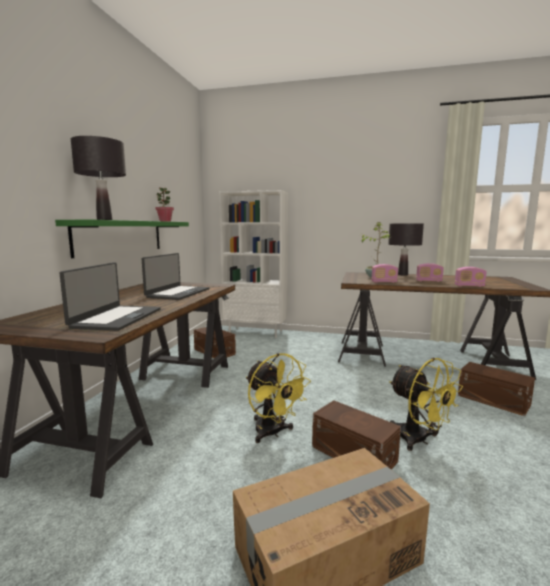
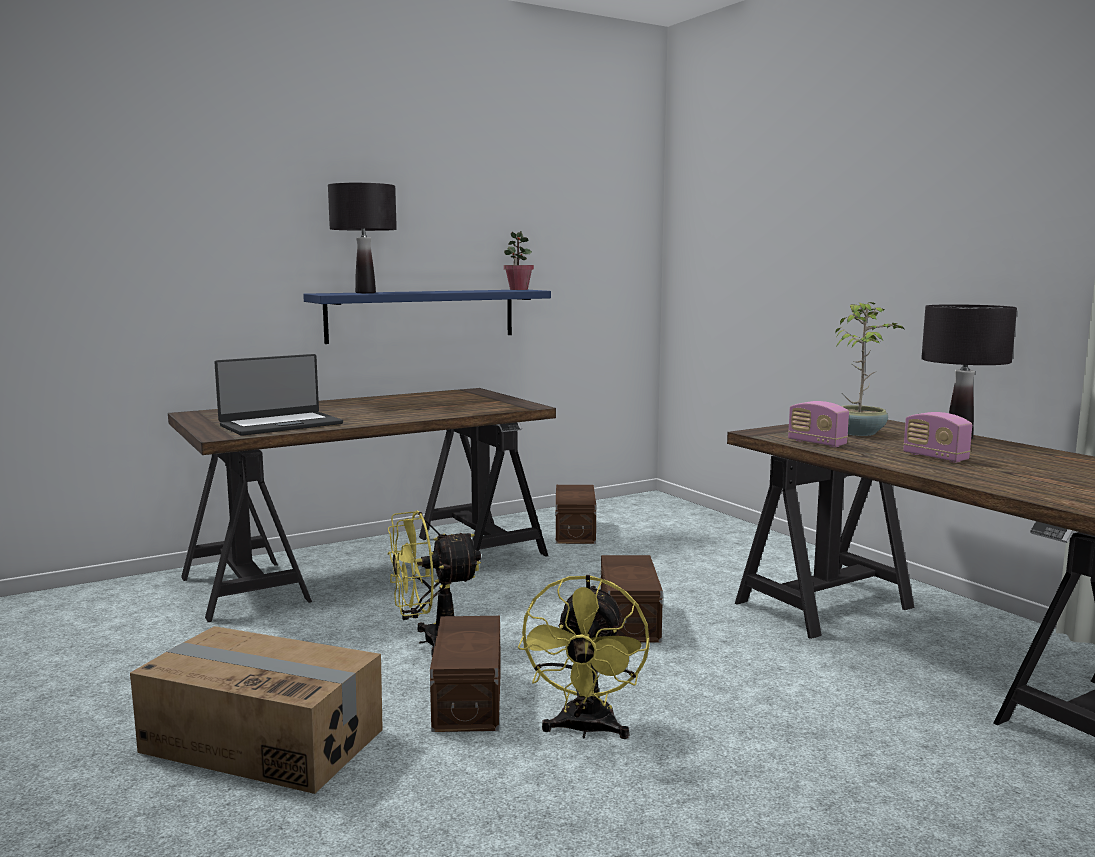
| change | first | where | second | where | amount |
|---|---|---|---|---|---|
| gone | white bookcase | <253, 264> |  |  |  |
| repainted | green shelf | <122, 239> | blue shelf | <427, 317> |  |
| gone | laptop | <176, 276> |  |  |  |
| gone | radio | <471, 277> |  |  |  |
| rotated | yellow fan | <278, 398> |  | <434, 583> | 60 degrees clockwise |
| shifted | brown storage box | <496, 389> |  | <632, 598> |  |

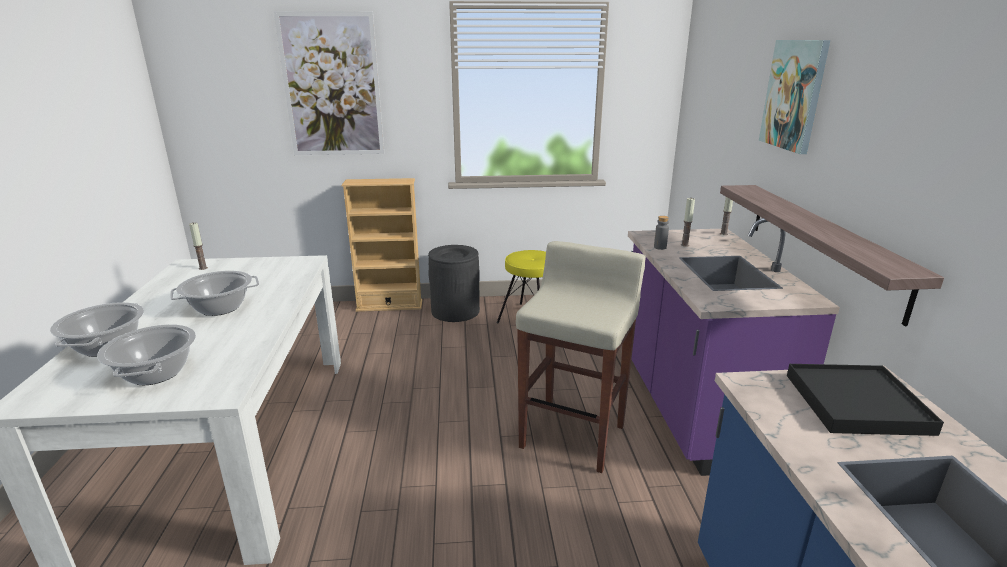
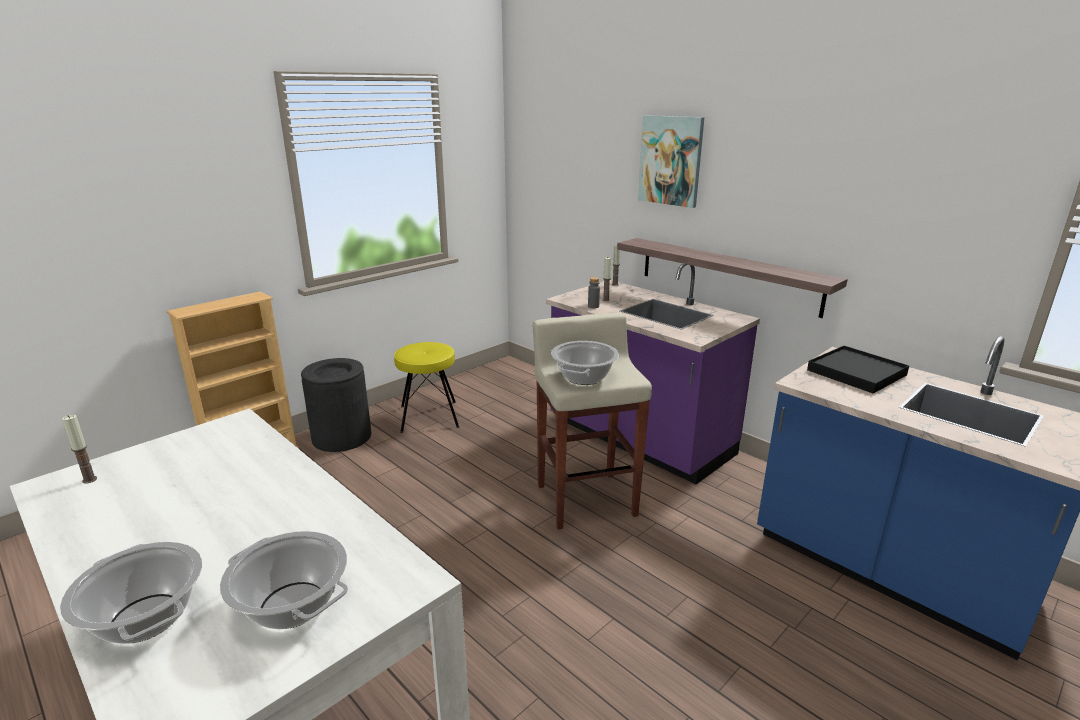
| change | first | where | second | where | amount |
|---|---|---|---|---|---|
| gone | picture | <329, 83> |  |  |  |
| shifted | cooking pot | <214, 293> |  | <585, 363> |  |

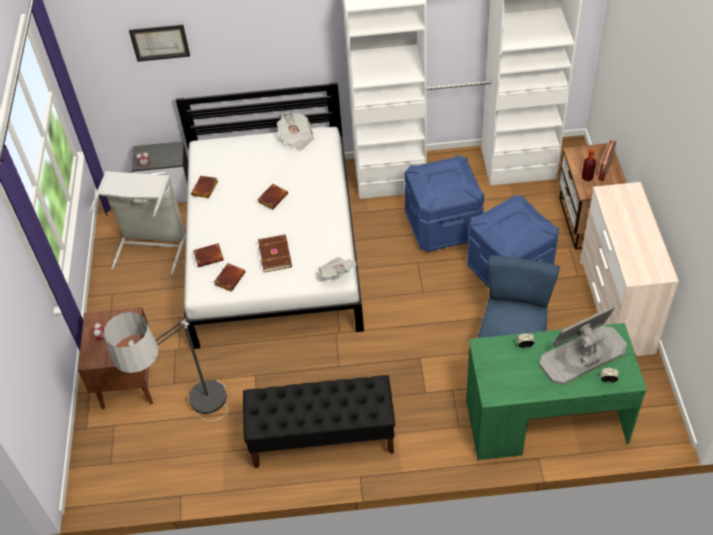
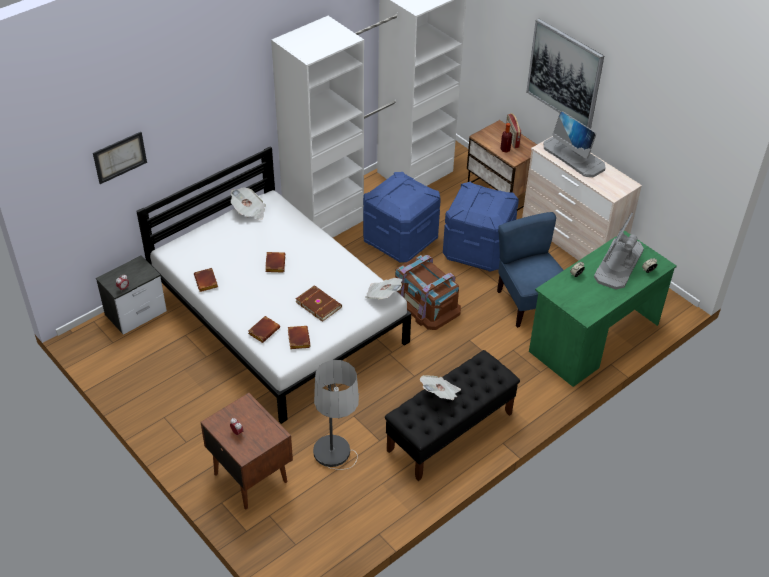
| change | first | where | second | where | amount |
|---|---|---|---|---|---|
| gone | grey laundry basket | <137, 222> |  |  |  |
| new |  |  | picture | <565, 73> |  |
| new |  |  | monitor | <574, 144> |  |
| new |  |  | brown storage box | <428, 292> |  |
| new |  |  | newspaper | <440, 387> |  |

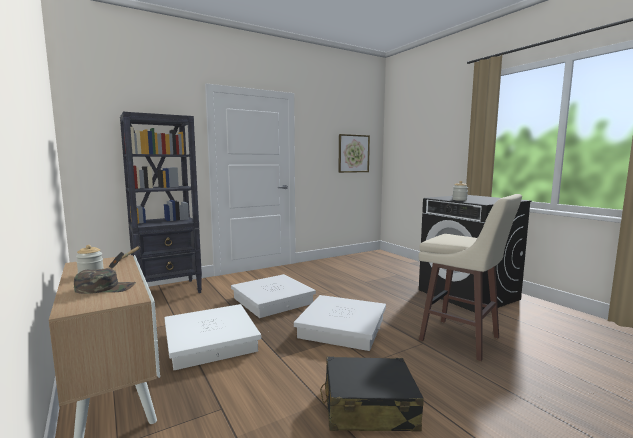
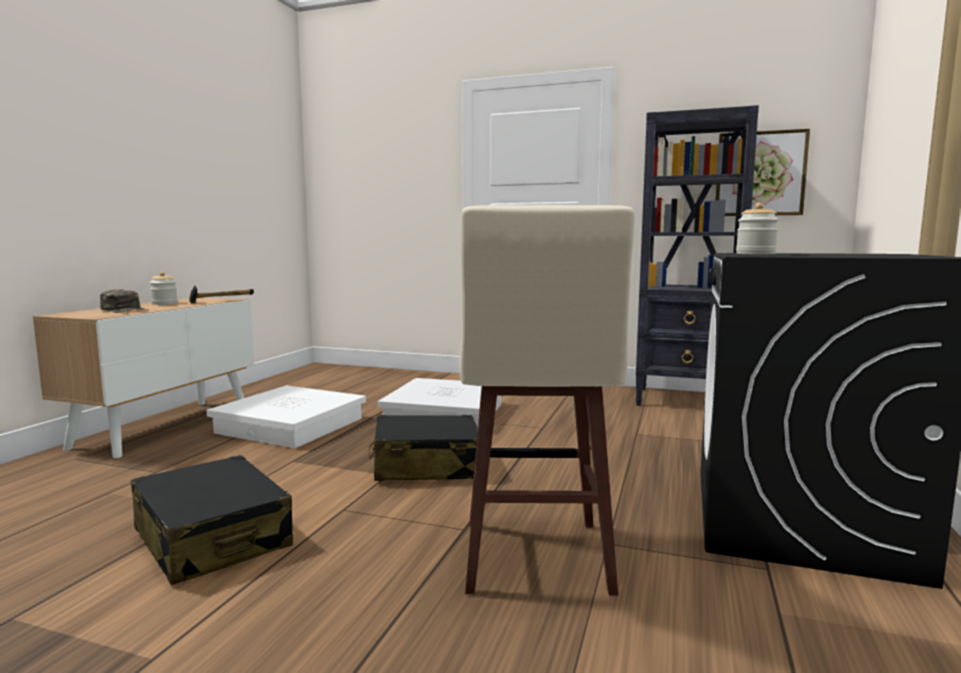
| change | first | where | second | where | amount |
|---|---|---|---|---|---|
| shifted | black bookcase | <161, 202> |  | <697, 255> |  |
| swapped | white storage box | <340, 323> | black suitcase | <423, 448> |  |

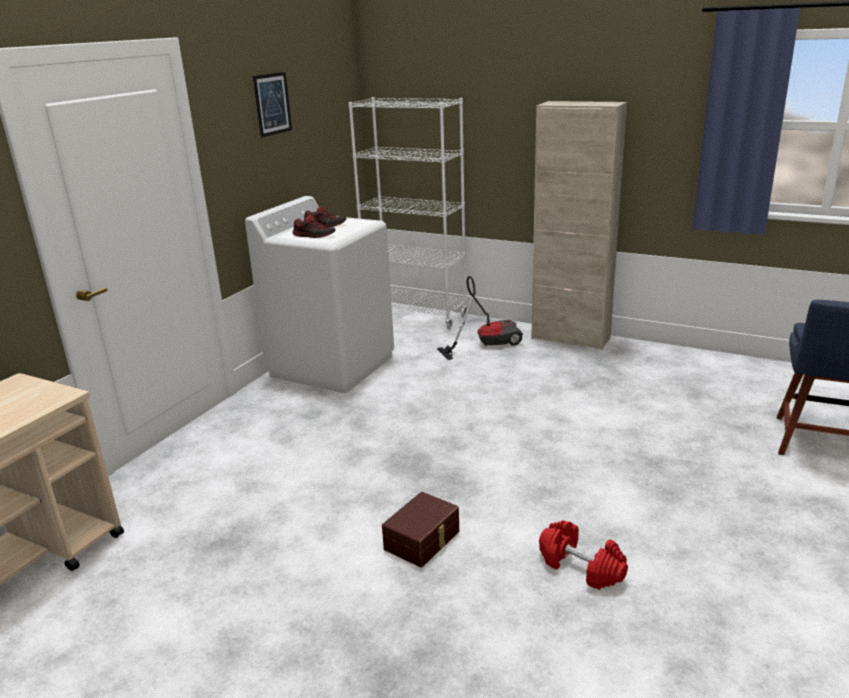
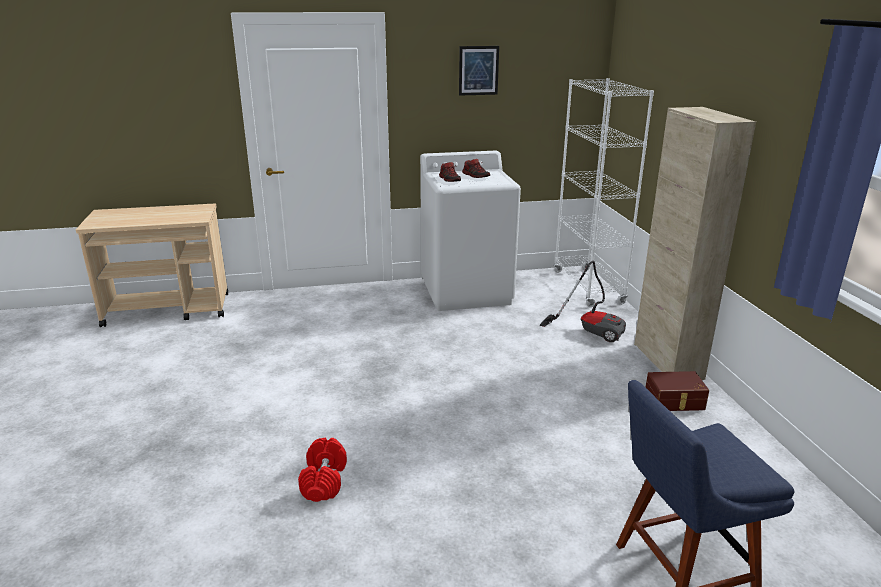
| change | first | where | second | where | amount |
|---|---|---|---|---|---|
| shifted | brown storage box | <420, 529> |  | <677, 391> |  |

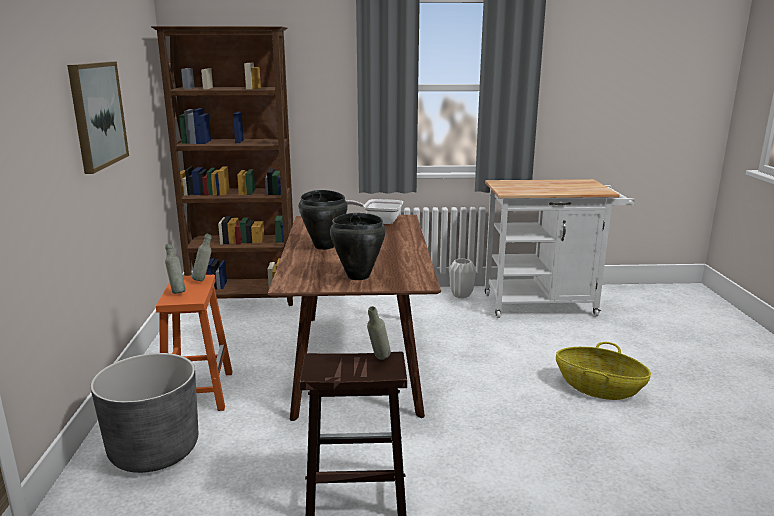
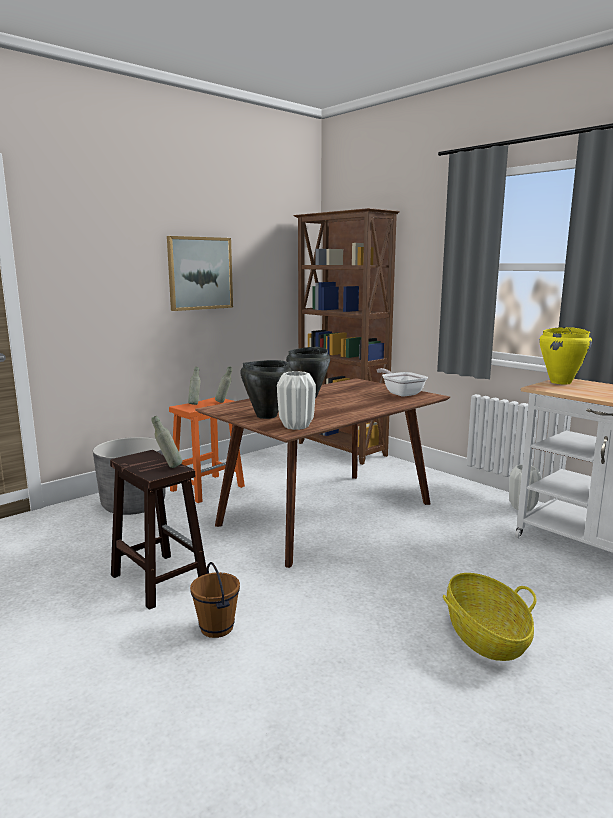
| change | first | where | second | where | amount |
|---|---|---|---|---|---|
| new |  |  | yellow cooking pot | <565, 355> |  |
| new |  |  | white vase | <296, 400> |  |
| new |  |  | brown bucket | <215, 600> |  |

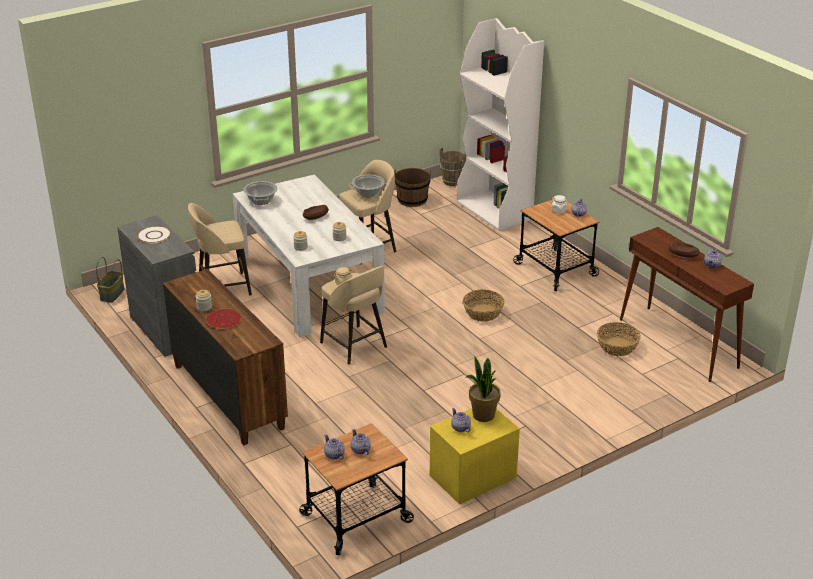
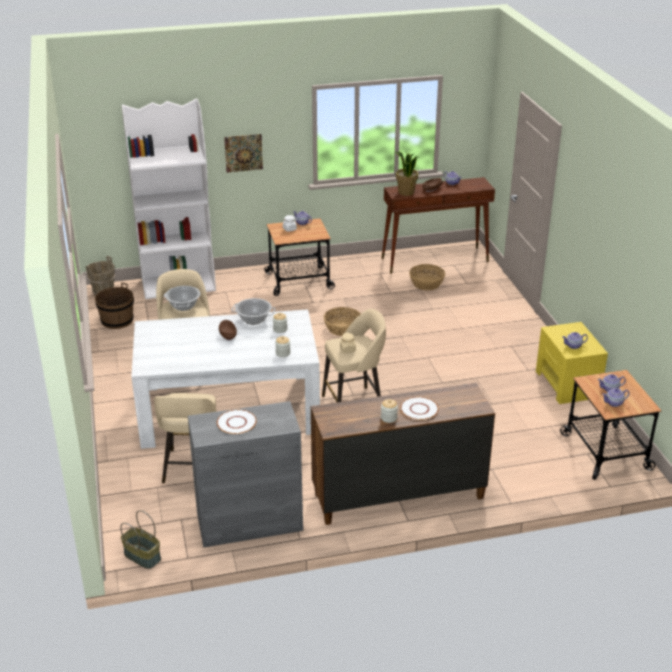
| change | first | where | second | where | amount |
|---|---|---|---|---|---|
| shifted | cooking pot | <260, 193> |  | <253, 311> |  |
| repainted | red plate | <224, 319> | white plate | <419, 408> |  |
| shifted | potted plant | <483, 389> |  | <407, 173> |  |
| new |  |  | picture | <243, 153> |  |

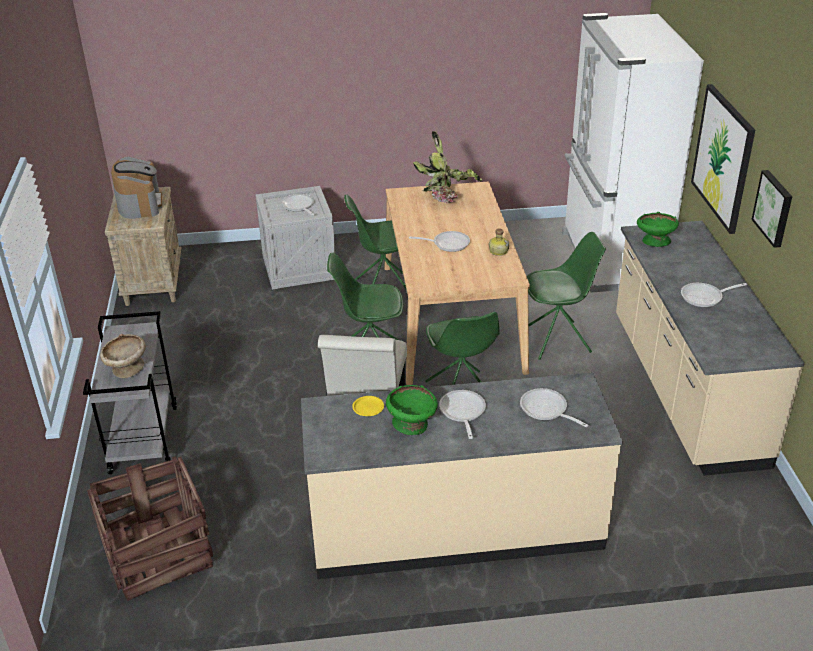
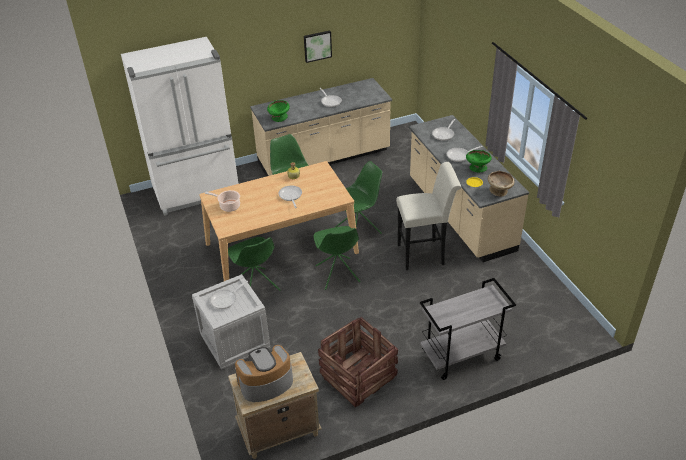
| change | first | where | second | where | amount |
|---|---|---|---|---|---|
| gone | picture | <723, 159> |  |  |  |
| swapped | potted plant | <447, 167> | cooking pot | <222, 201> |  |
| shifted | beige bowl | <123, 356> |  | <501, 184> |  |
| shifted | crate | <150, 528> |  | <358, 362> |  |

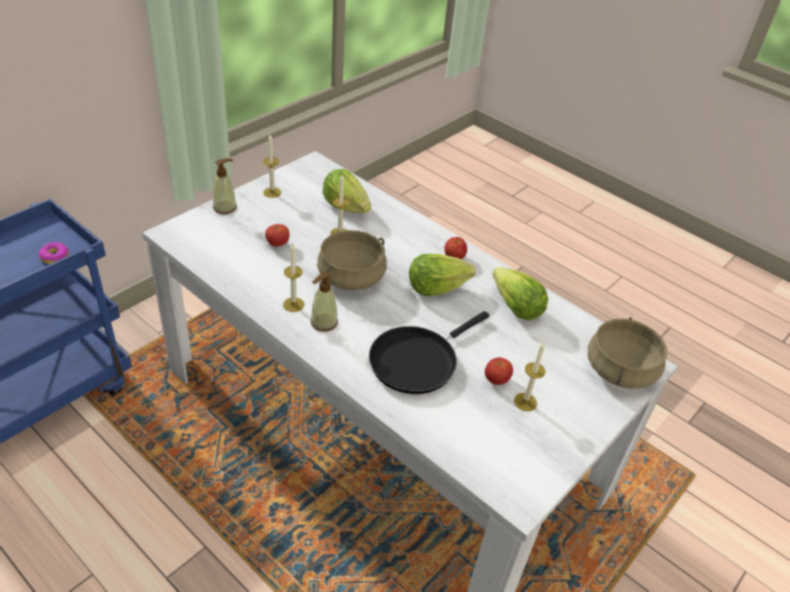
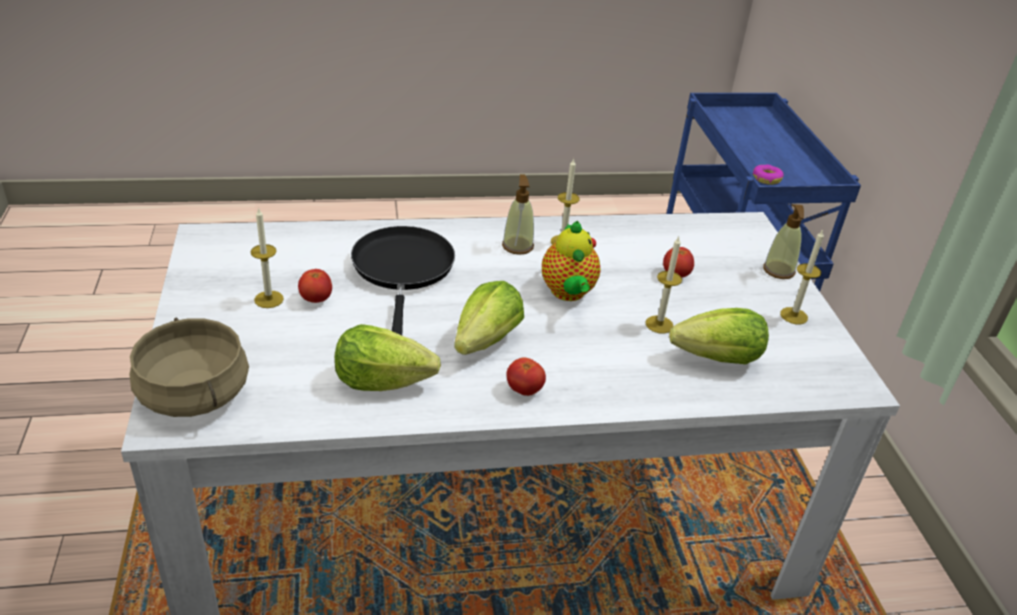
| change | first | where | second | where | amount |
|---|---|---|---|---|---|
| swapped | beige cooking pot | <352, 260> | teapot | <571, 261> |  |

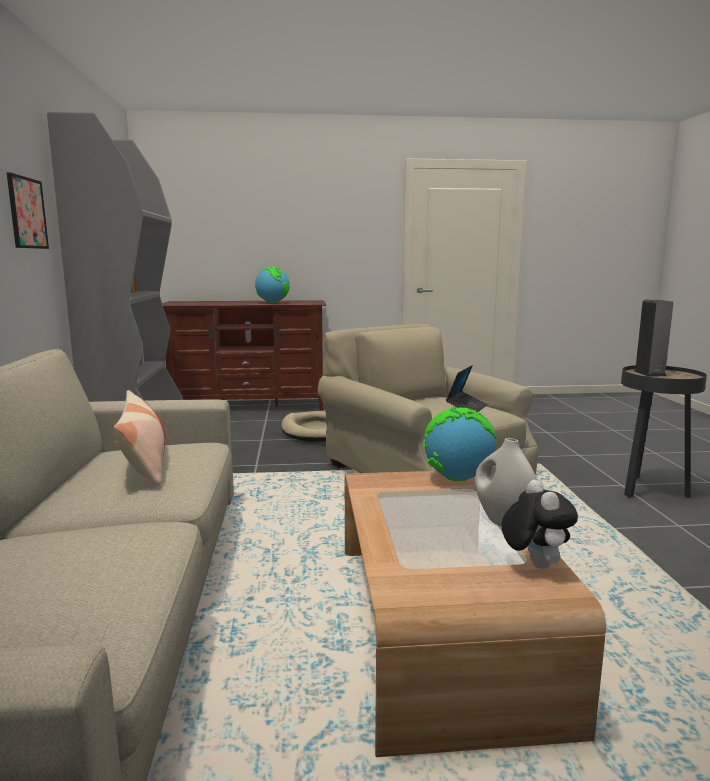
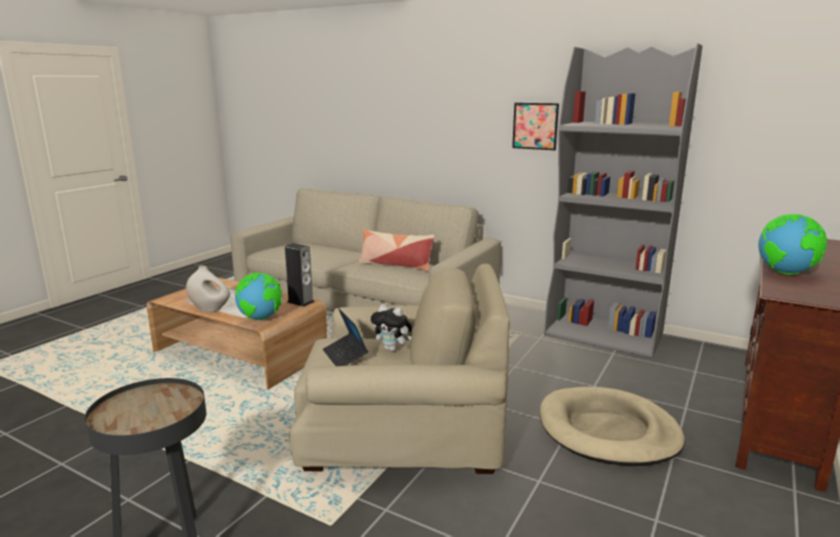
| change | first | where | second | where | amount |
|---|---|---|---|---|---|
| shifted | speaker | <654, 338> |  | <299, 275> |  |
| shifted | plush toy | <540, 524> |  | <391, 327> |  |

